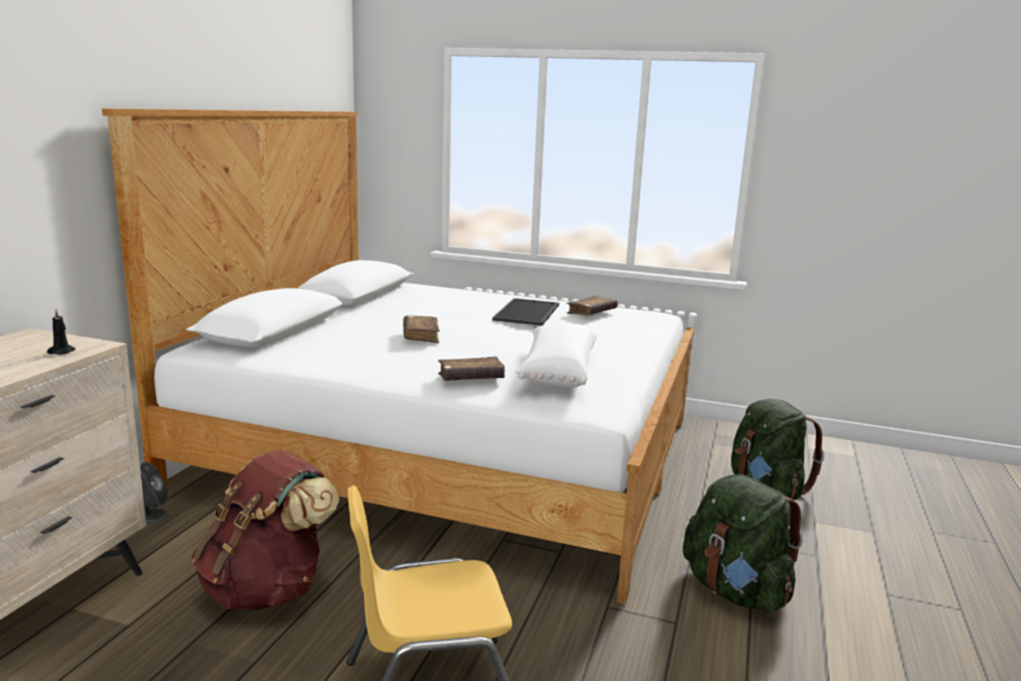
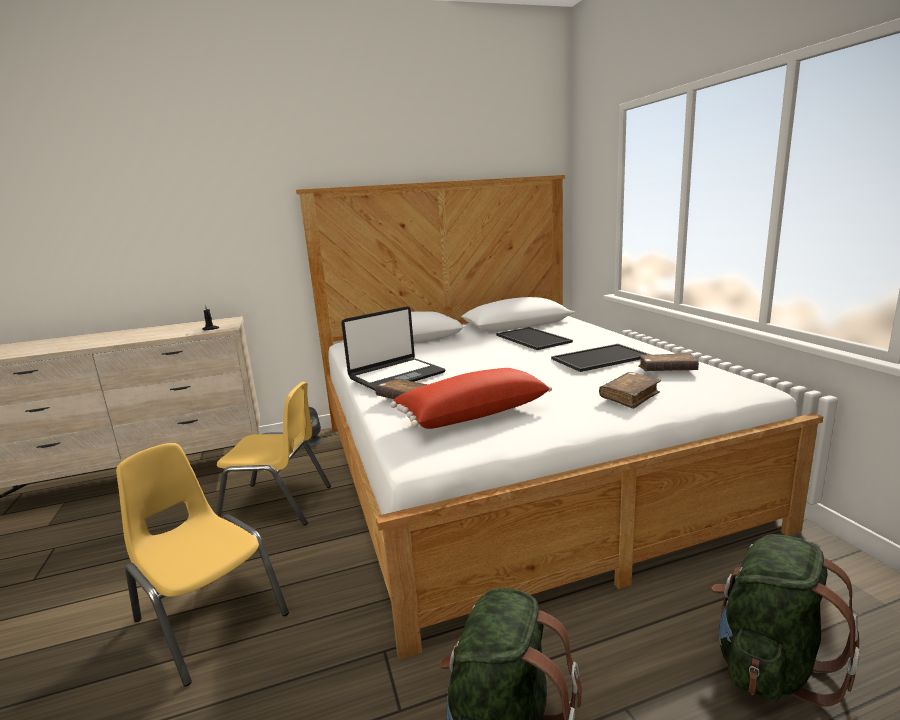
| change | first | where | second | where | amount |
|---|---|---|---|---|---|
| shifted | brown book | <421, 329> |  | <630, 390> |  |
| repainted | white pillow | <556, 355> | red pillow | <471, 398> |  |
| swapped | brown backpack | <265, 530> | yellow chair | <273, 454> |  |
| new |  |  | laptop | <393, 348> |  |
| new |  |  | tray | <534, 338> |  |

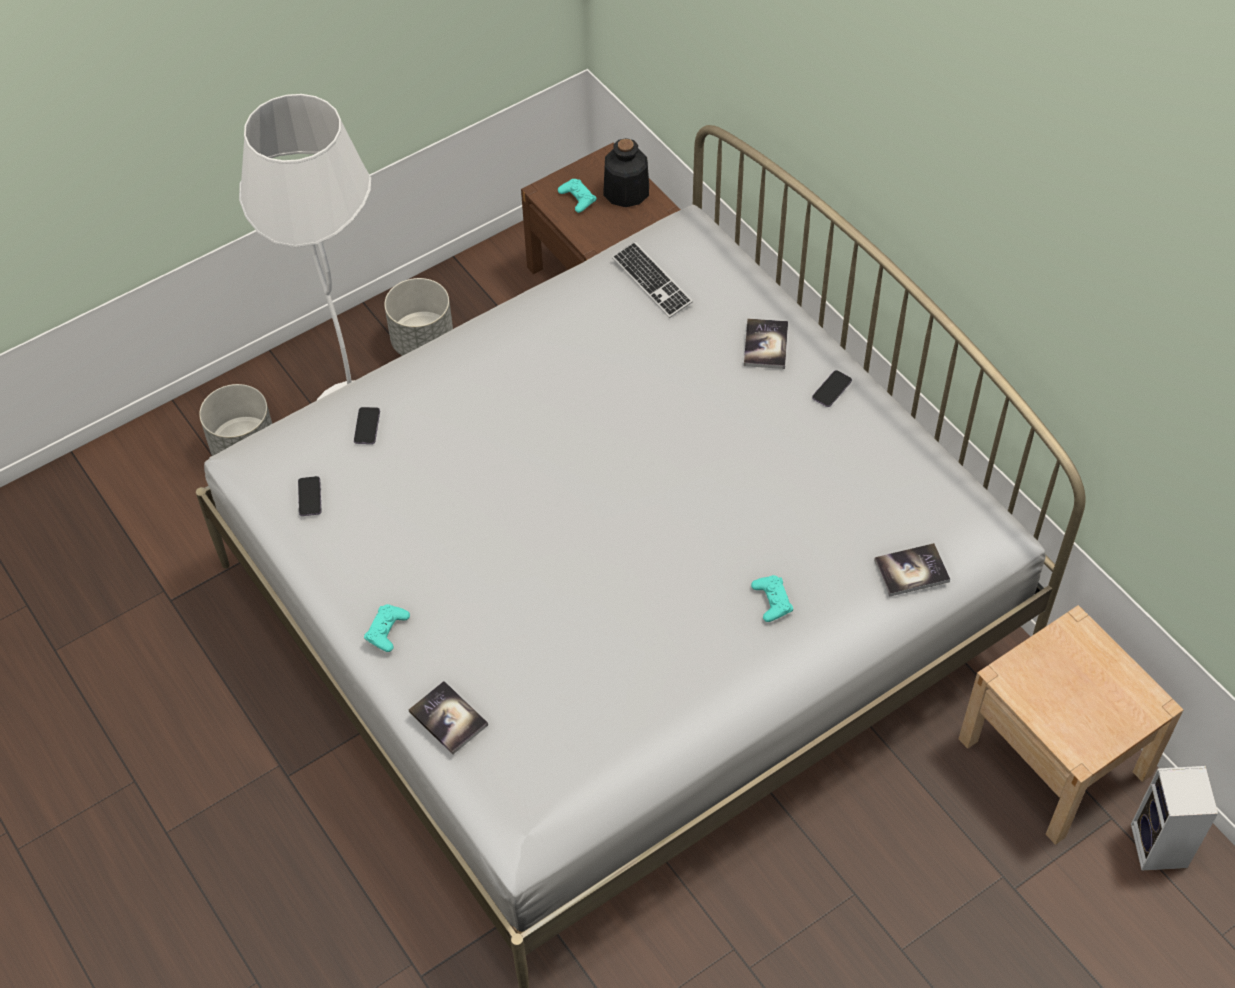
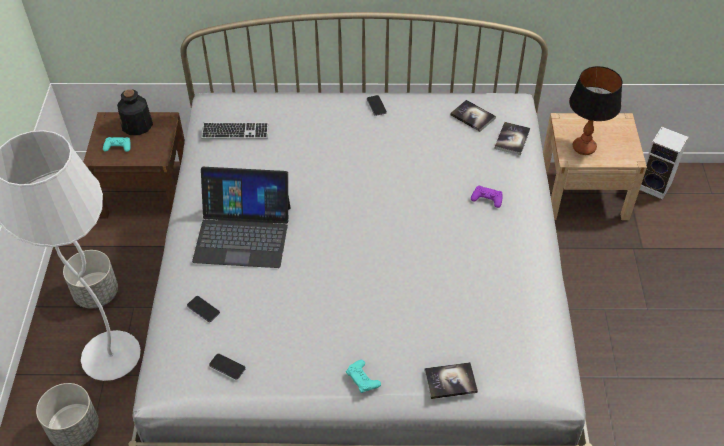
| change | first | where | second | where | amount |
|---|---|---|---|---|---|
| shifted | book | <766, 343> |  | <473, 116> |  |
| repainted | turquoise game controller | <772, 598> | purple game controller | <487, 197> |  |
| new |  |  | table lamp | <595, 110> |  |
| new |  |  | laptop | <241, 217> |  |

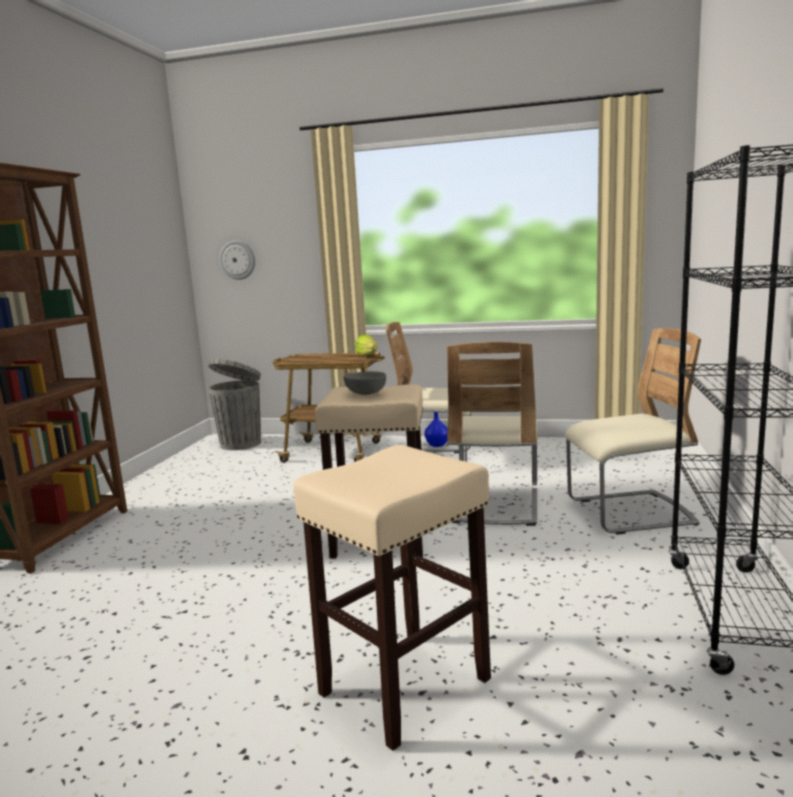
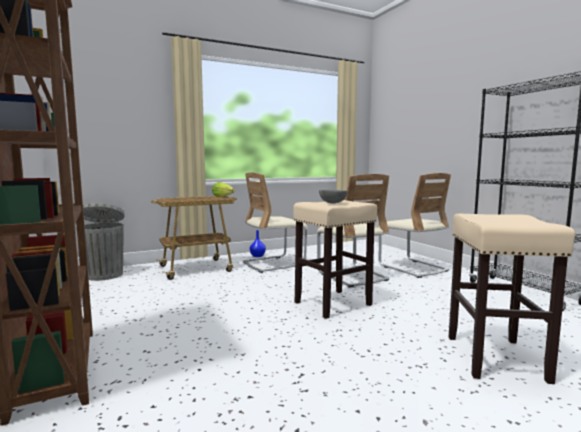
| change | first | where | second | where | amount |
|---|---|---|---|---|---|
| gone | wall clock | <237, 260> |  |  |  |
| rotated | beige chair | <632, 431> |  | <415, 225> | 105 degrees clockwise |

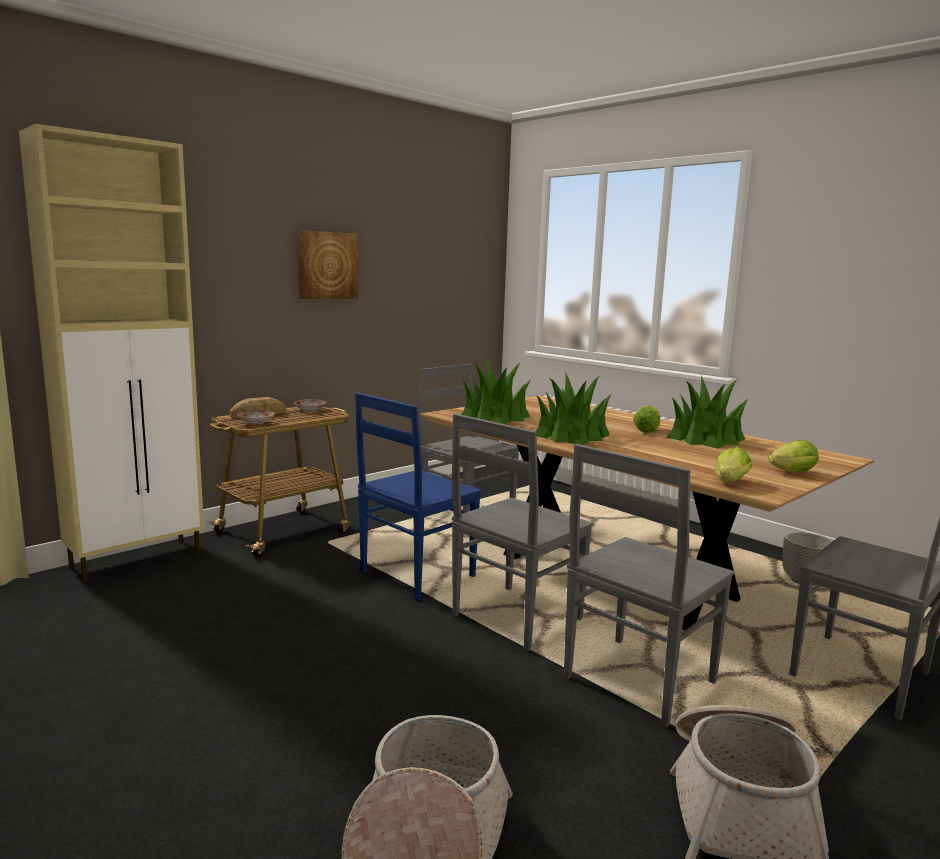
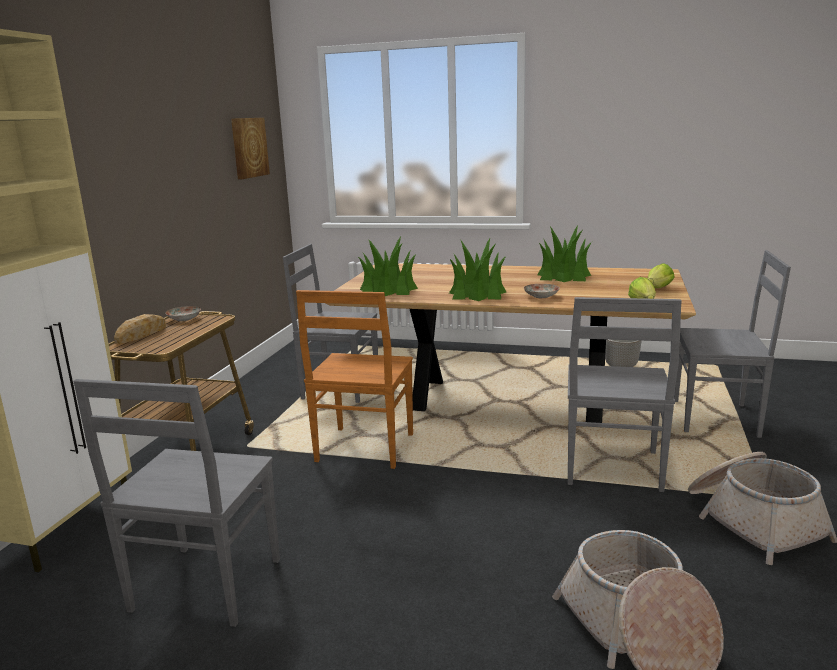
| change | first | where | second | where | amount |
|---|---|---|---|---|---|
| shifted | picture | <328, 264> |  | <250, 148> |  |
| repainted | blue chair | <418, 496> | brown chair | <354, 379> |  |
| gone | lettuce | <646, 419> |  |  |  |
| shifted | plate | <256, 417> |  | <542, 291> |  |
| shifted | grey chair | <522, 532> |  | <176, 503> |  |

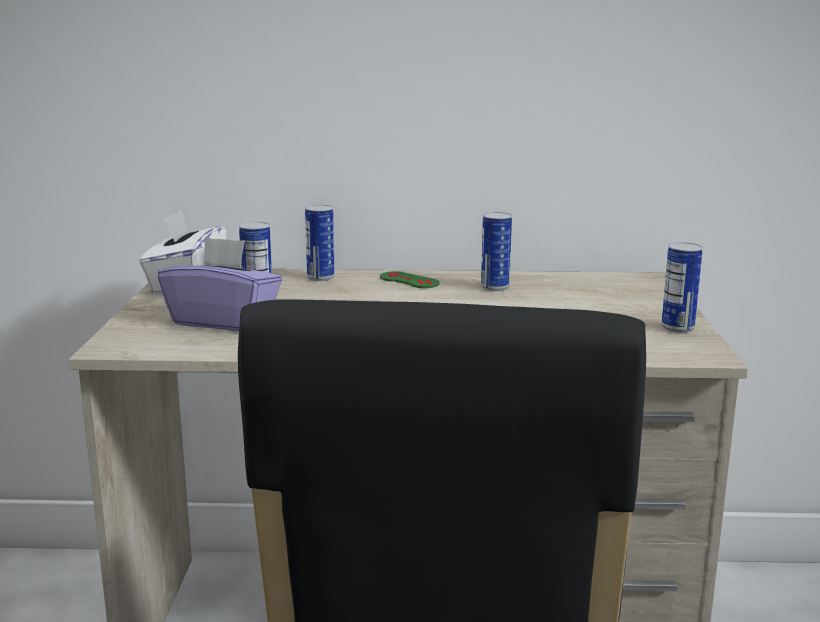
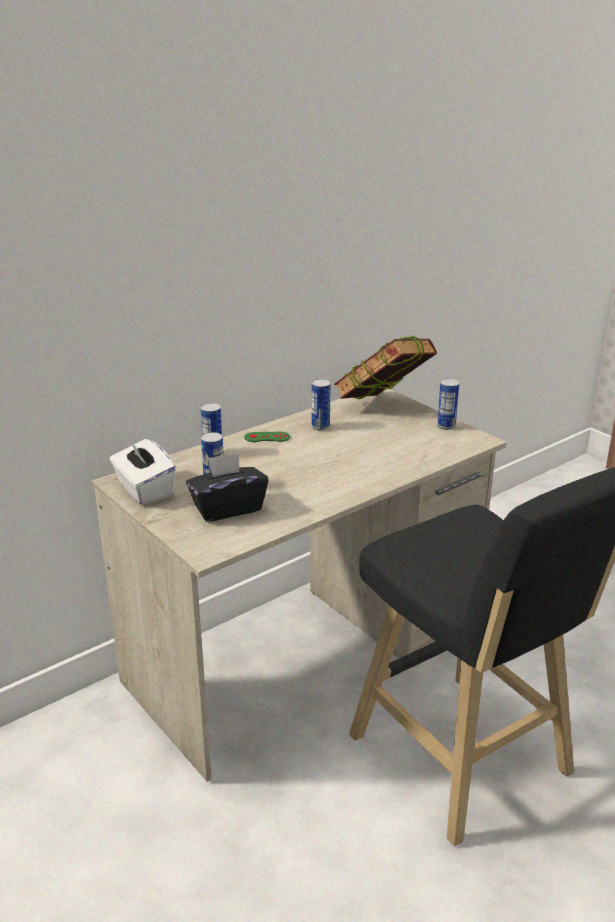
| change | first | where | second | where | amount |
|---|---|---|---|---|---|
| repainted | purple tissue box | <220, 284> | black tissue box | <227, 487> |  |
| new |  |  | book | <385, 367> |  |

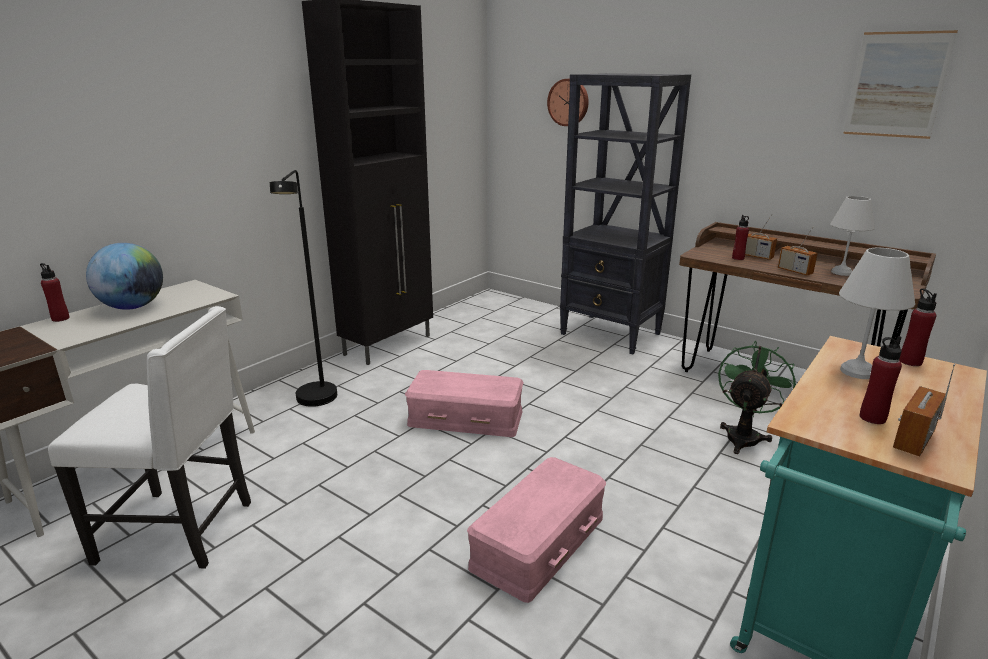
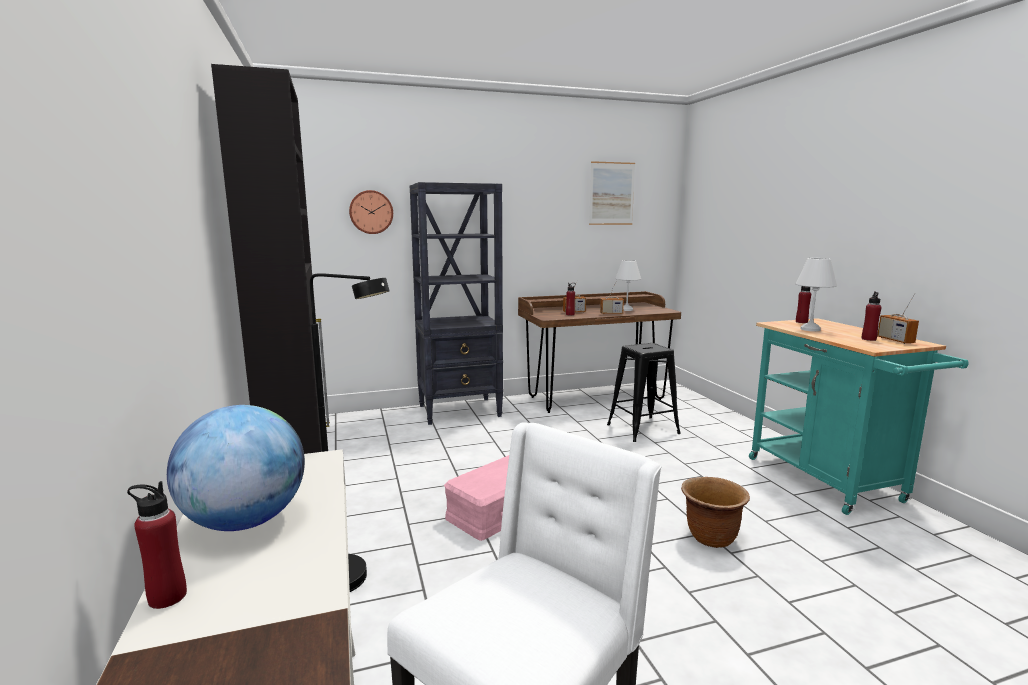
| change | first | where | second | where | amount |
|---|---|---|---|---|---|
| swapped | green fan | <757, 397> | black stool | <644, 392> |  |
| swapped | pink storage box | <536, 530> | brown planter | <715, 512> |  |

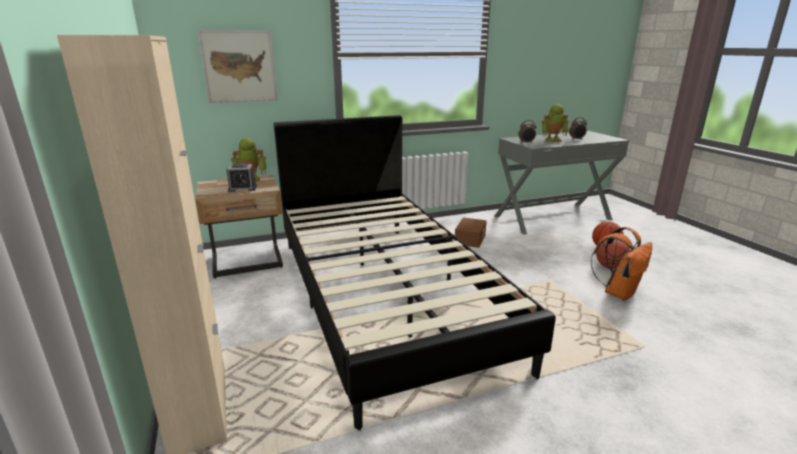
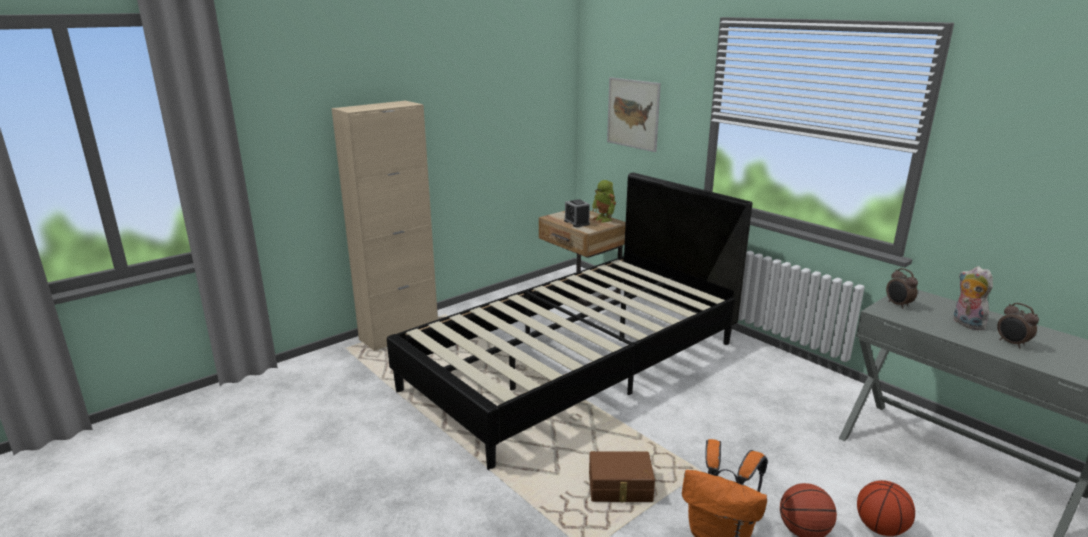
| change | first | where | second | where | amount |
|---|---|---|---|---|---|
| swapped | toy robot | <555, 123> | plush toy | <973, 298> |  |
| shifted | brown storage box | <471, 233> |  | <622, 476> |  |

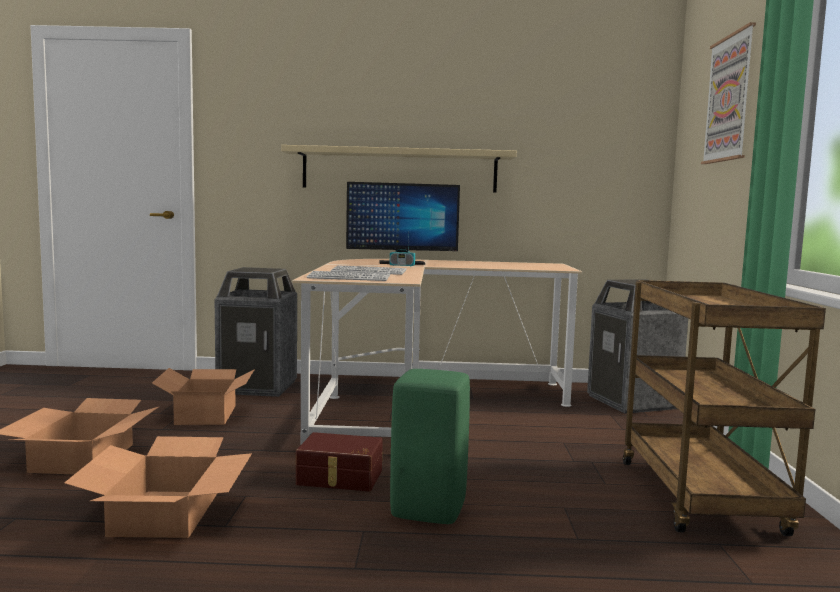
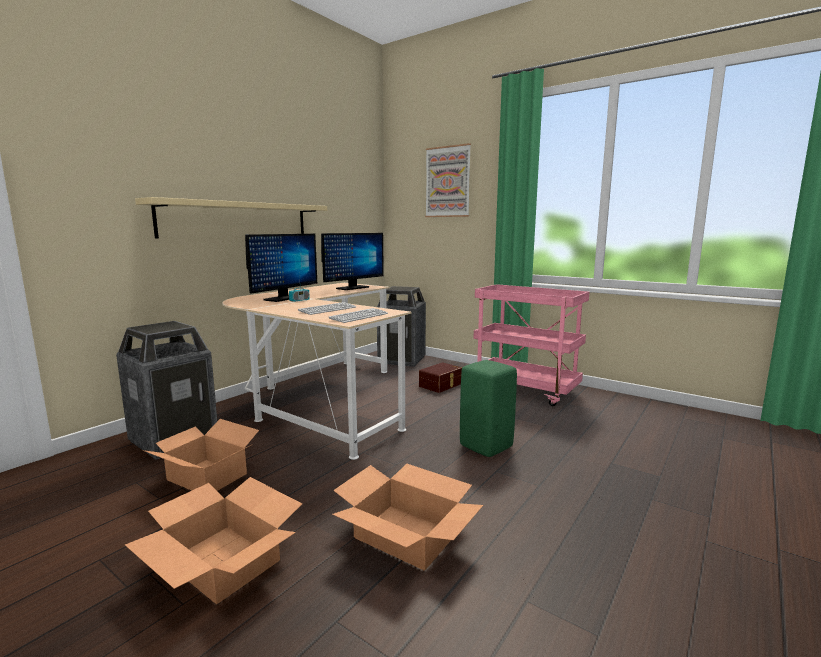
| change | first | where | second | where | amount |
|---|---|---|---|---|---|
| repainted | brown cart | <724, 408> | pink cart | <531, 345> |  |
| shifted | brown storage box | <339, 461> |  | <440, 377> |  |
| new |  |  | monitor | <352, 261> |  |

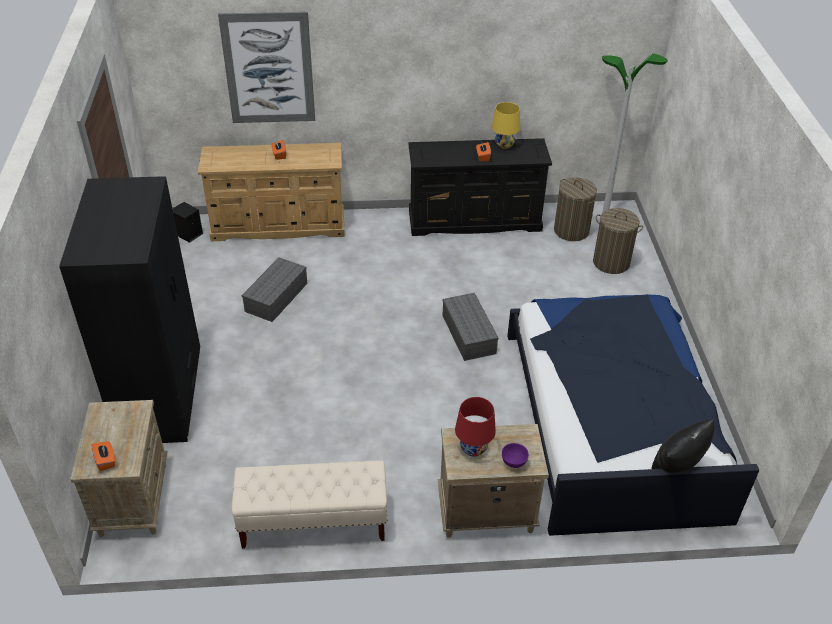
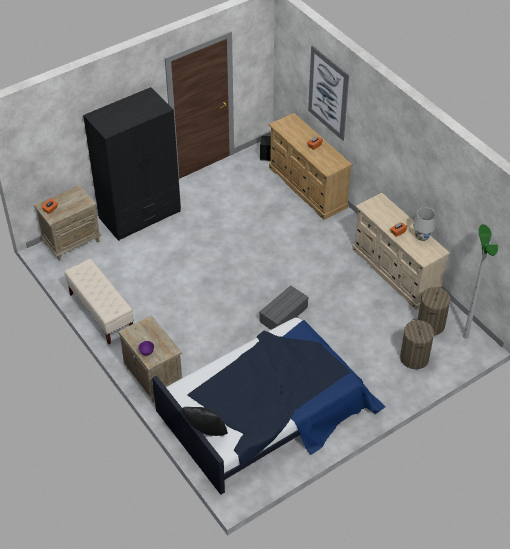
| change | first | where | second | where | amount |
|---|---|---|---|---|---|
| repainted | yellow table lamp | <506, 125> | white table lamp | <424, 224> |  |
| repainted | black dresser | <480, 187> | beige dresser | <401, 251> |  |
| gone | grey storage box | <274, 289> |  |  |  |
| gone | red table lamp | <475, 427> |  |  |  |

